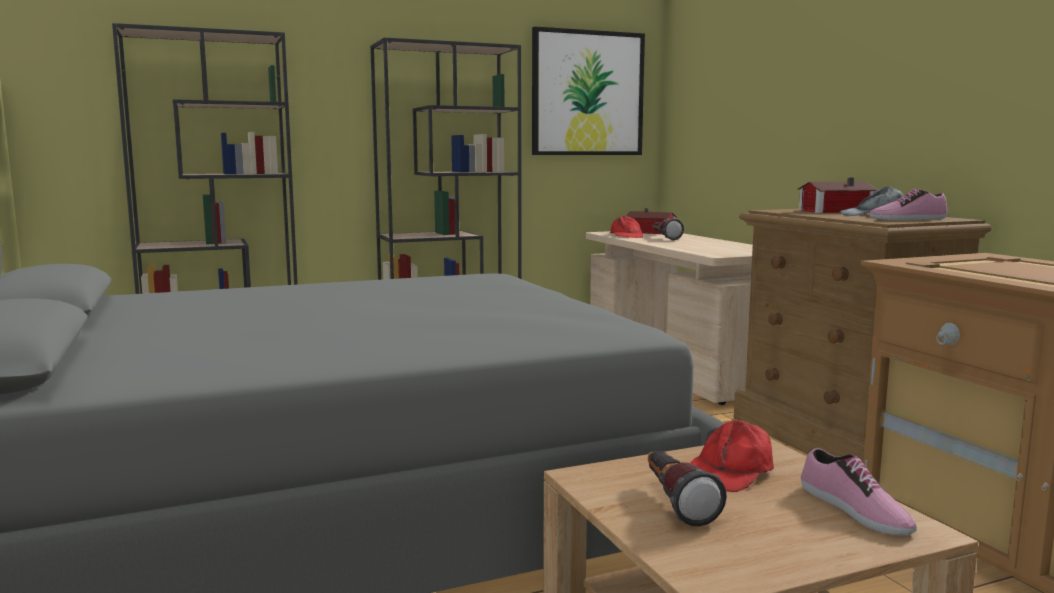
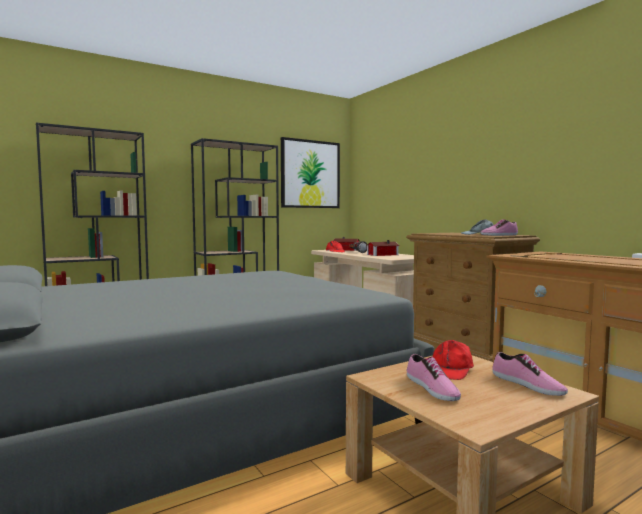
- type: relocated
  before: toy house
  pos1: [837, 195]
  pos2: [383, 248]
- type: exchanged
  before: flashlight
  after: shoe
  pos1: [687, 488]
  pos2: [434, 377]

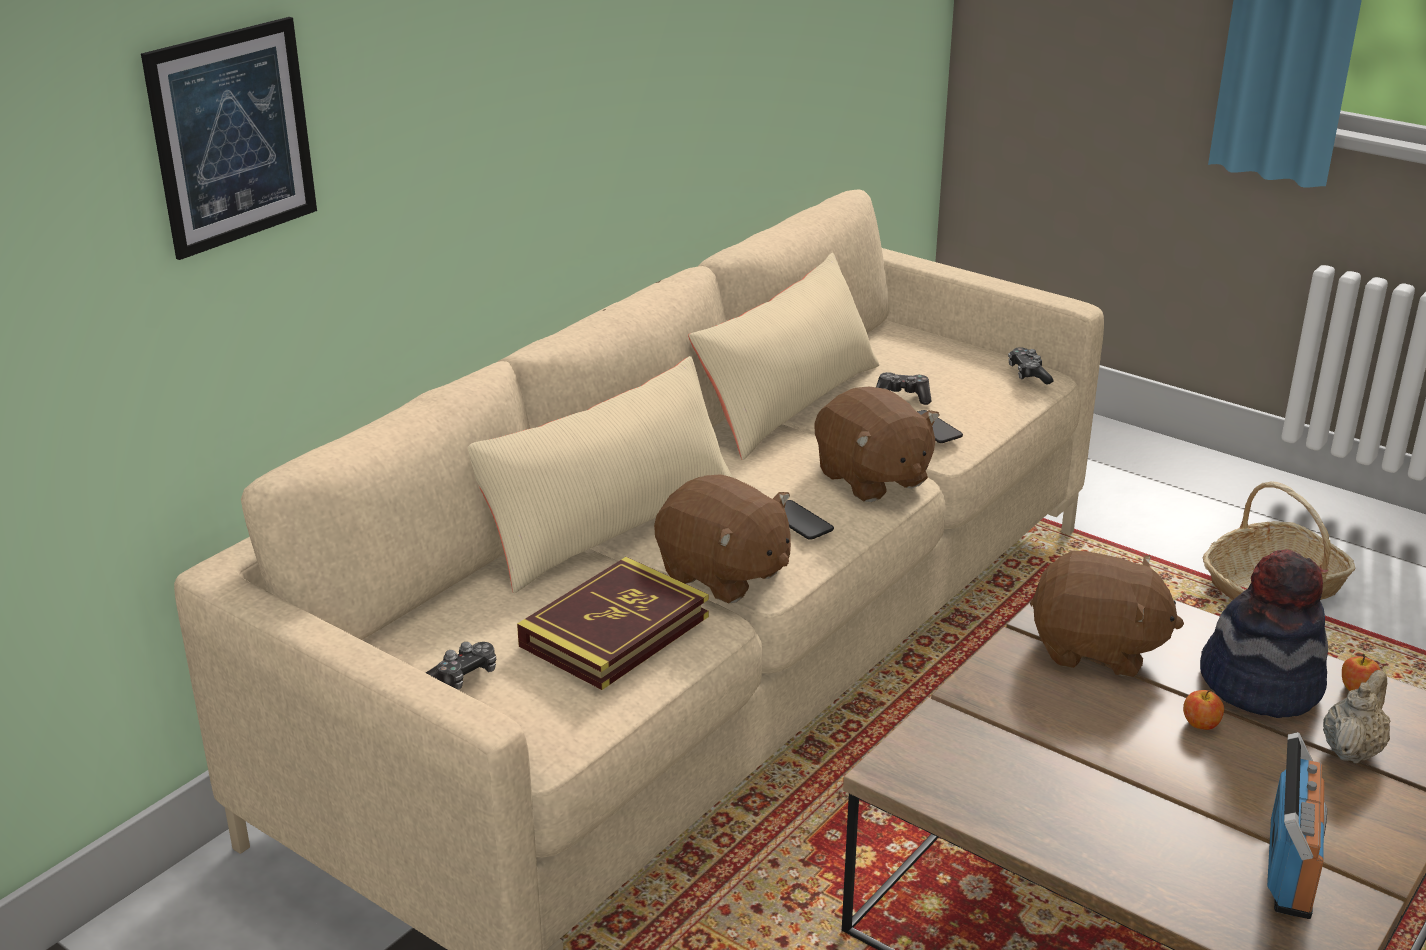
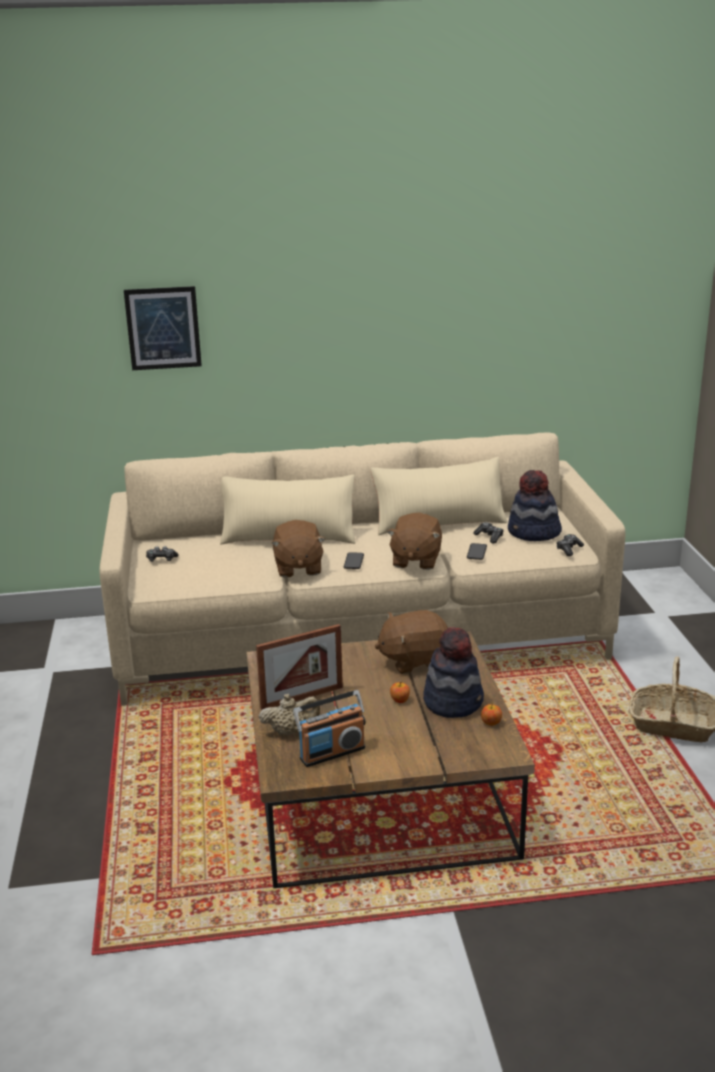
- type: appeared
  after: picture frame
  pos2: [299, 667]
- type: relocated
  before: beige teapot
  pos1: [1356, 717]
  pos2: [289, 714]
- type: spun
  before: brown plush toy
  pos1: [1107, 614]
  pos2: [411, 642]
  turn: 105
- type: appeared
  after: hat
  pos2: [535, 505]
- type: missing
  before: book
  pos1: [613, 623]

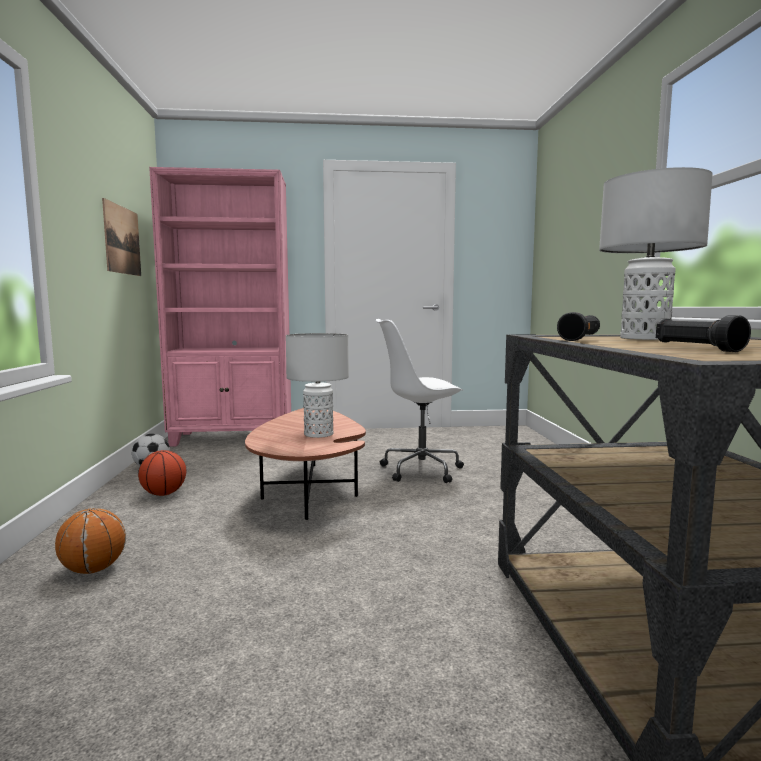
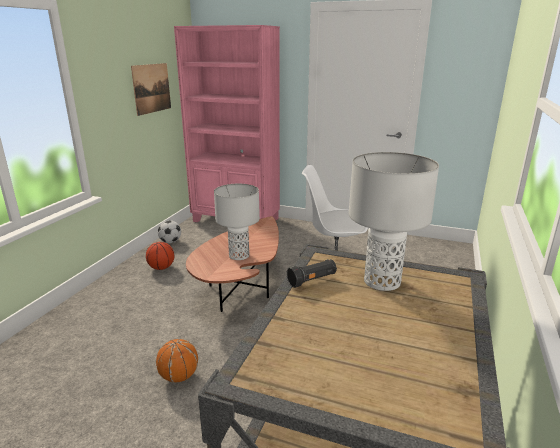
- type: relocated
  before: basketball
  pos1: [90, 541]
  pos2: [177, 361]
- type: missing
  before: black flashlight
  pos1: [703, 333]

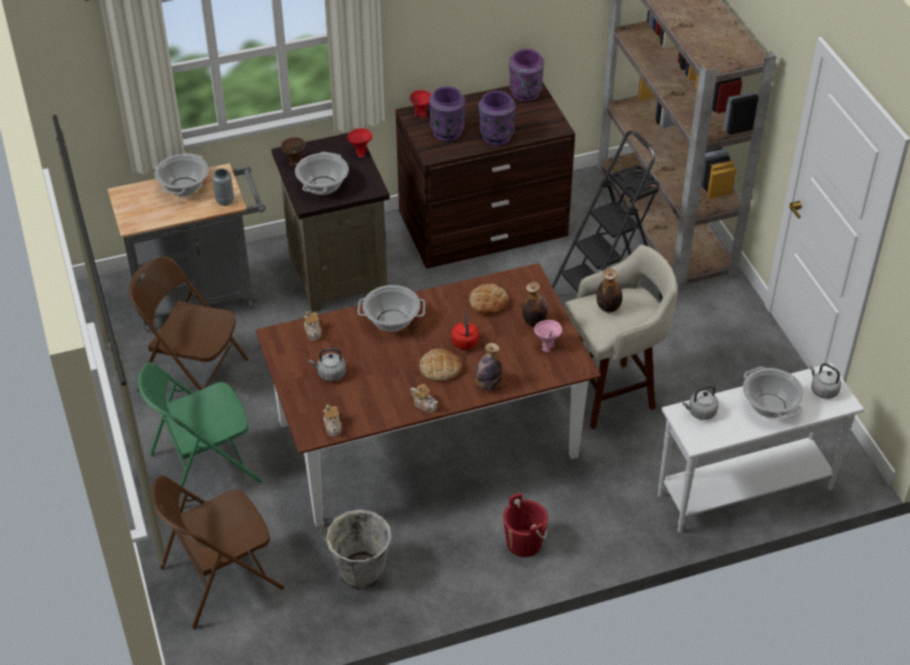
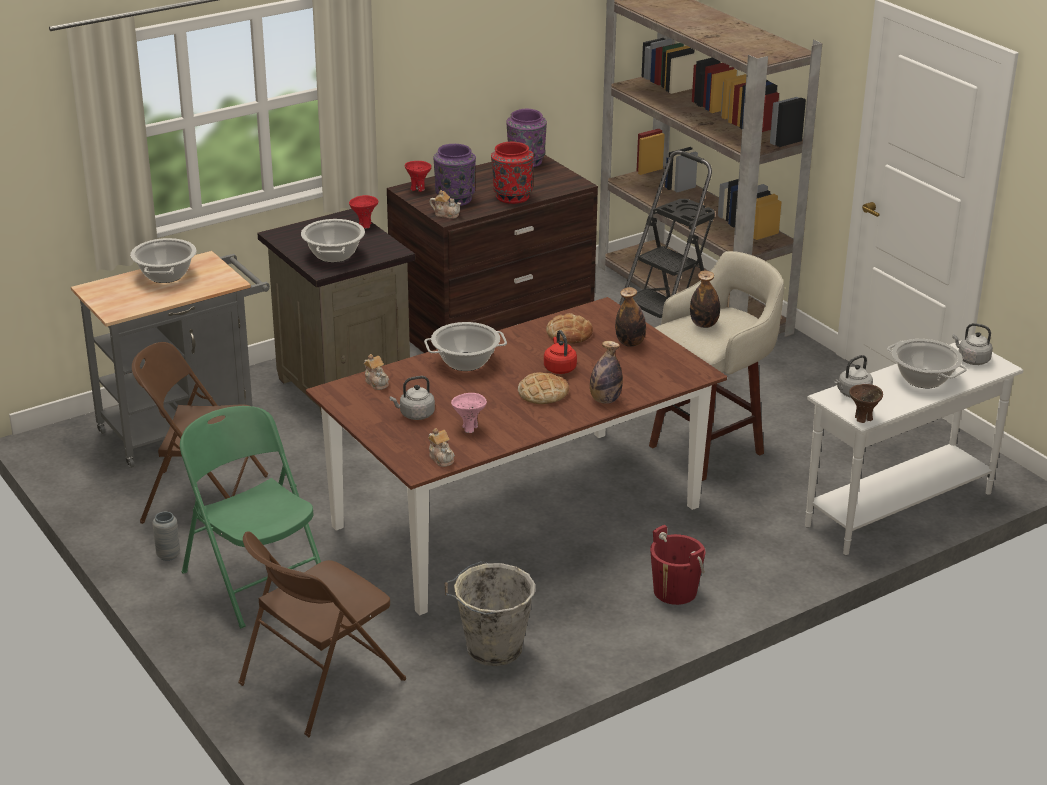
- type: relocated
  before: grey vase
  pos1: [223, 187]
  pos2: [166, 536]
- type: spun
  before: green chair
  pos1: [200, 430]
  pos2: [250, 517]
  turn: 90
- type: relocated
  before: teapot
  pos1: [424, 398]
  pos2: [445, 204]
- type: relocated
  before: pink bowl
  pos1: [548, 336]
  pos2: [469, 413]
- type: colour
  before: purple vase
  after: red vase
  pos1: [497, 118]
  pos2: [512, 173]
- type: relocated
  before: brown bowl
  pos1: [293, 151]
  pos2: [866, 403]

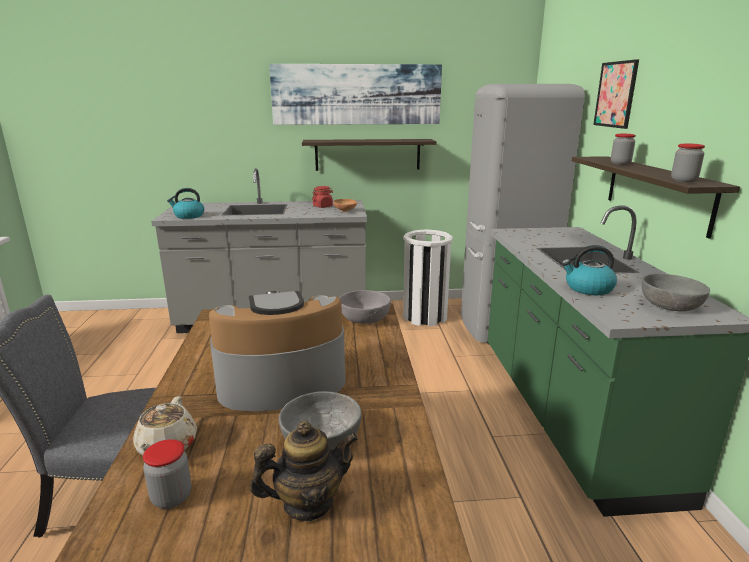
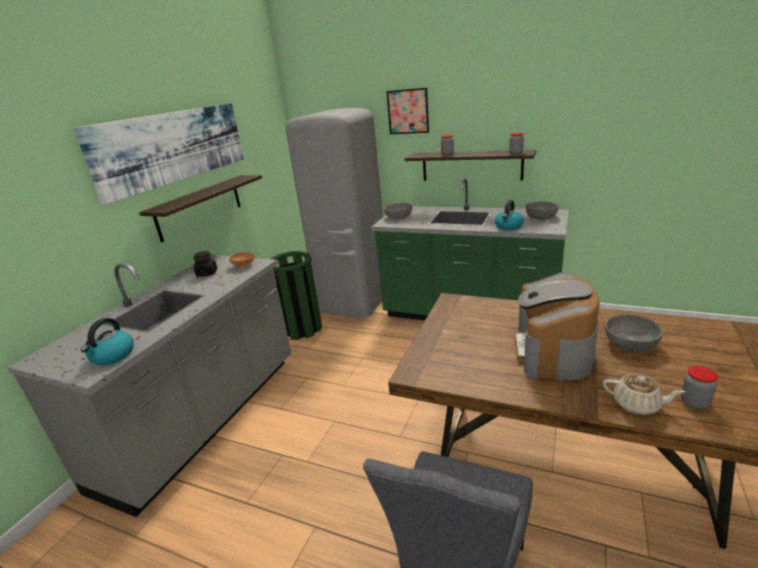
- type: colour
  before: red jar
  after: black jar
  pos1: [322, 197]
  pos2: [206, 264]
- type: colour
  before: white trash can
  after: green trash can
  pos1: [428, 278]
  pos2: [296, 295]
- type: relocated
  before: grey bowl
  pos1: [365, 307]
  pos2: [398, 211]
- type: missing
  before: teapot
  pos1: [304, 471]

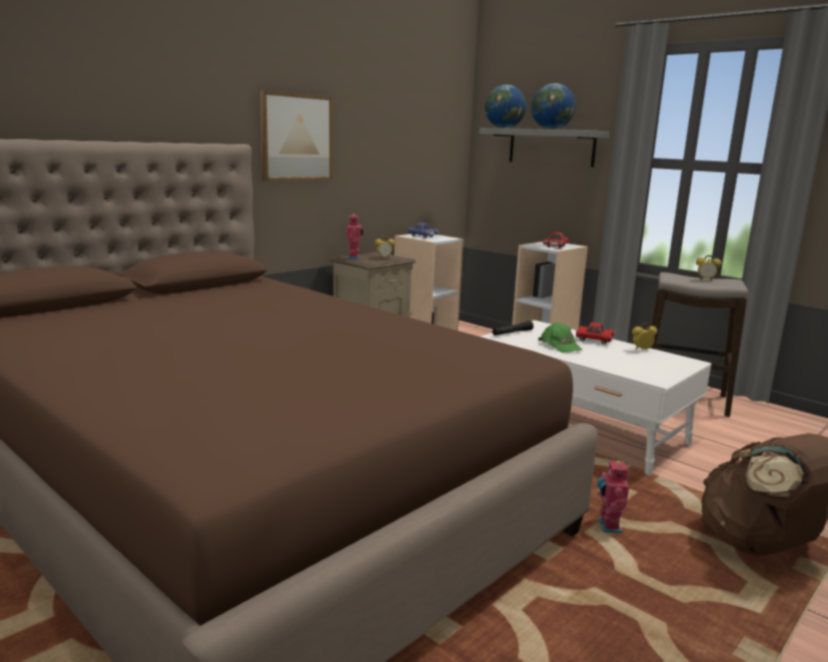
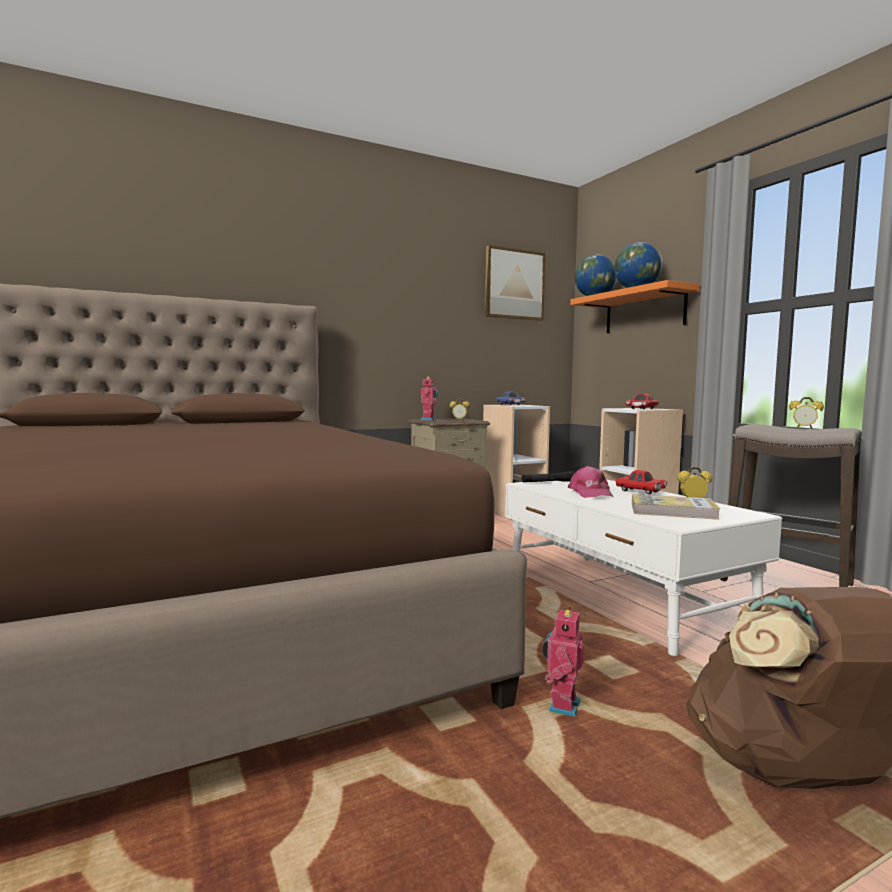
- type: relocated
  before: picture
  pos1: [296, 136]
  pos2: [515, 283]
- type: colour
  before: green cap
  after: pink cap
  pos1: [560, 337]
  pos2: [591, 482]
- type: colour
  before: grey shelf
  after: orange shelf
  pos1: [544, 147]
  pos2: [635, 306]
- type: appeared
  after: book
  pos2: [676, 507]

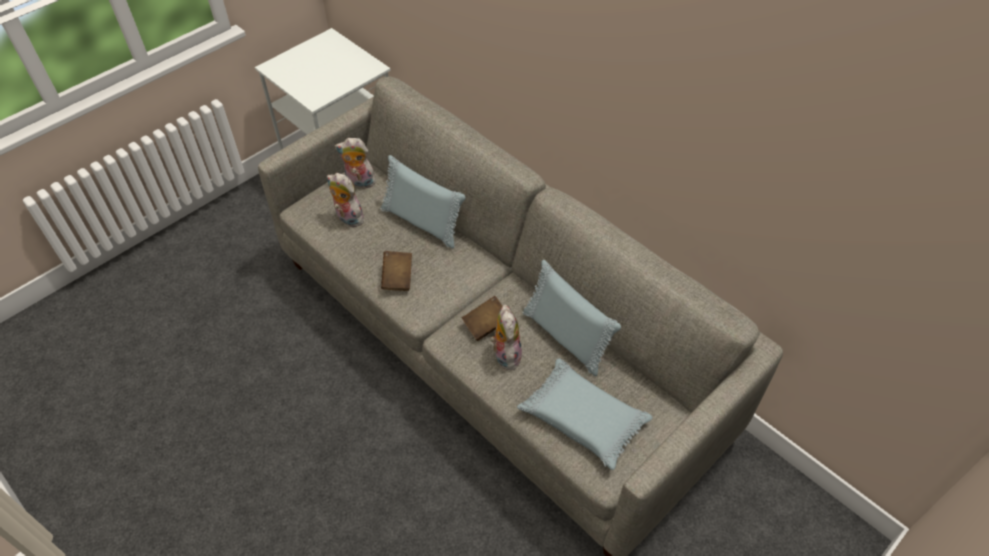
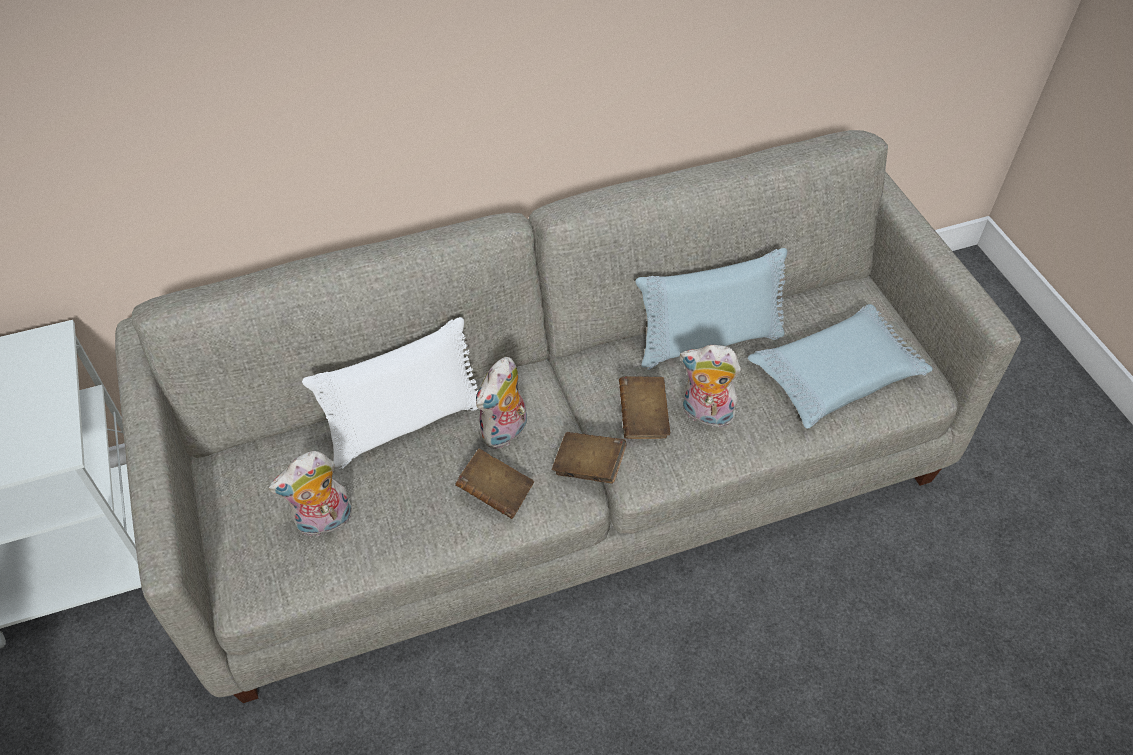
- type: colour
  before: blue pillow
  after: white pillow
  pos1: [423, 201]
  pos2: [390, 393]
- type: relocated
  before: plush toy
  pos1: [355, 163]
  pos2: [501, 403]
- type: appeared
  after: brown book
  pos2: [589, 458]

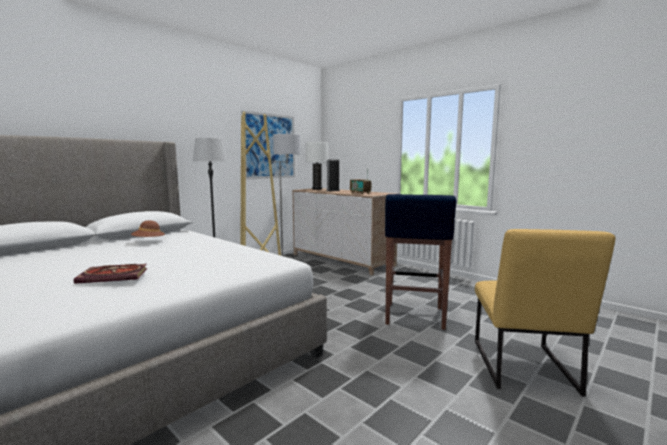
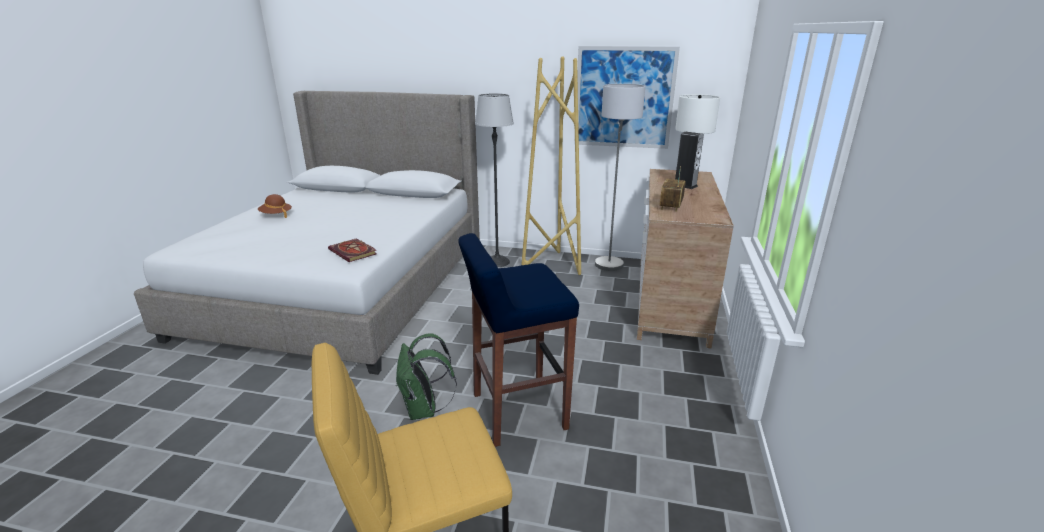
- type: relocated
  before: brown hat
  pos1: [148, 229]
  pos2: [275, 206]
- type: relocated
  before: book
  pos1: [111, 274]
  pos2: [352, 250]
- type: appeared
  after: green backpack
  pos2: [426, 376]

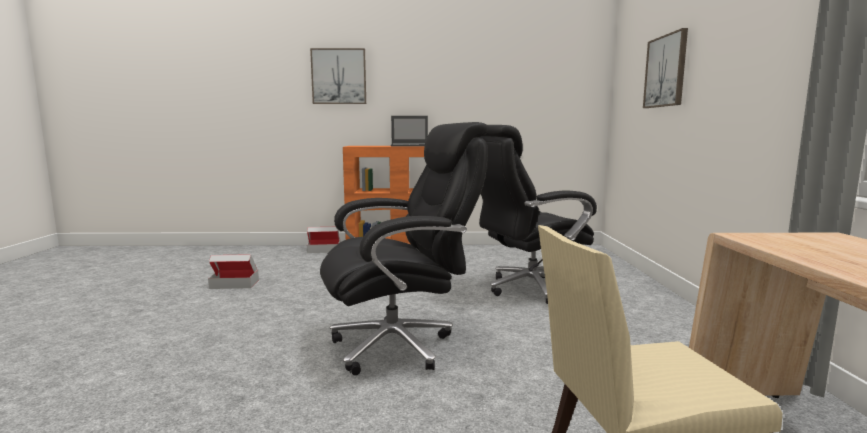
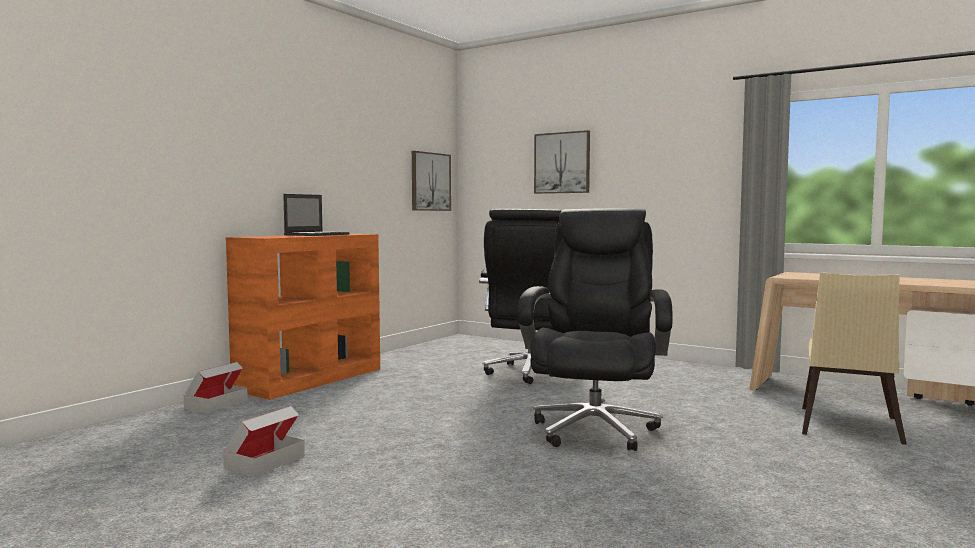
- type: relocated
  before: picture
  pos1: [338, 76]
  pos2: [431, 181]

